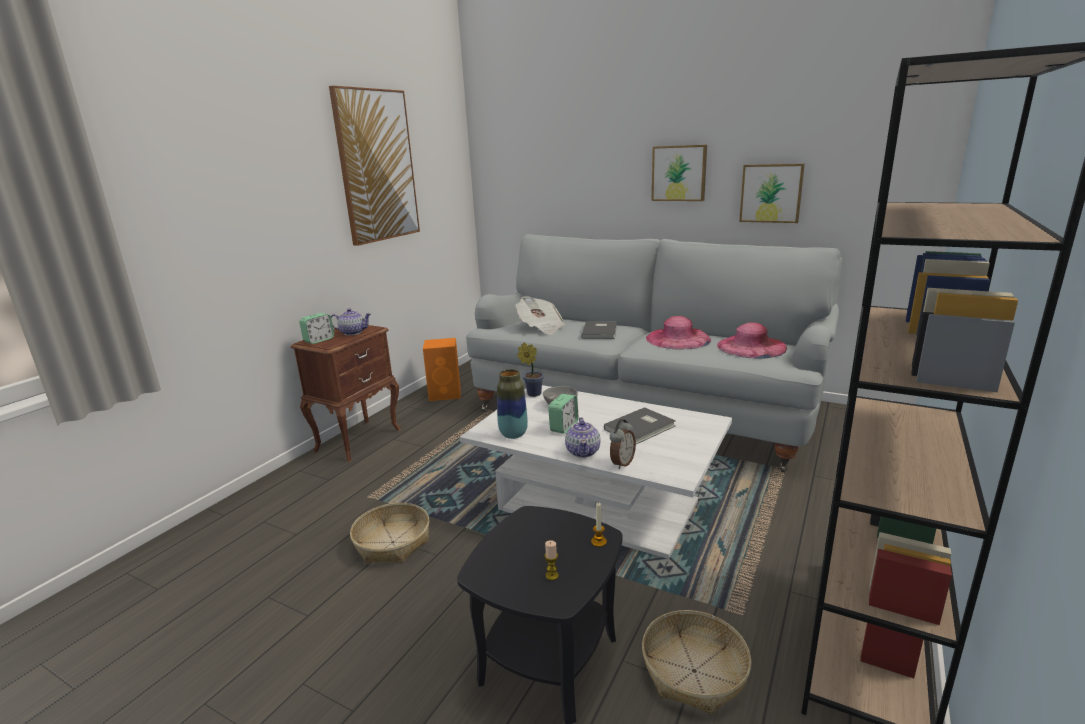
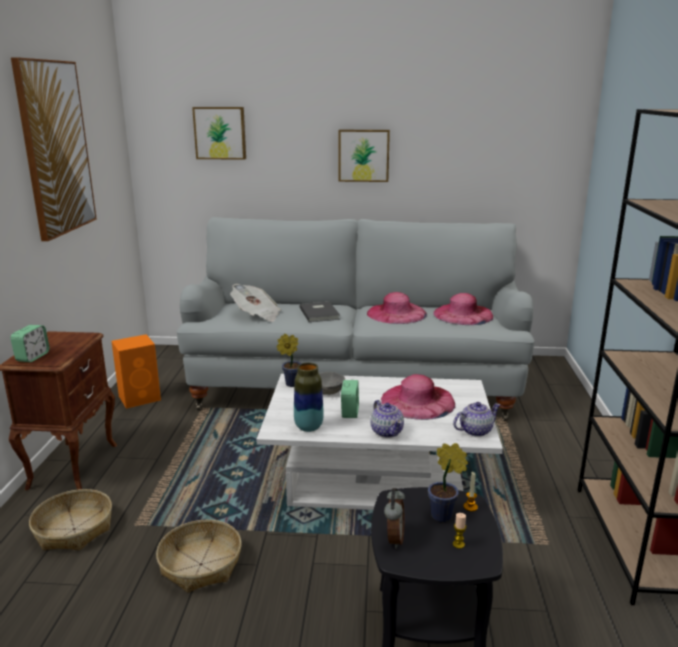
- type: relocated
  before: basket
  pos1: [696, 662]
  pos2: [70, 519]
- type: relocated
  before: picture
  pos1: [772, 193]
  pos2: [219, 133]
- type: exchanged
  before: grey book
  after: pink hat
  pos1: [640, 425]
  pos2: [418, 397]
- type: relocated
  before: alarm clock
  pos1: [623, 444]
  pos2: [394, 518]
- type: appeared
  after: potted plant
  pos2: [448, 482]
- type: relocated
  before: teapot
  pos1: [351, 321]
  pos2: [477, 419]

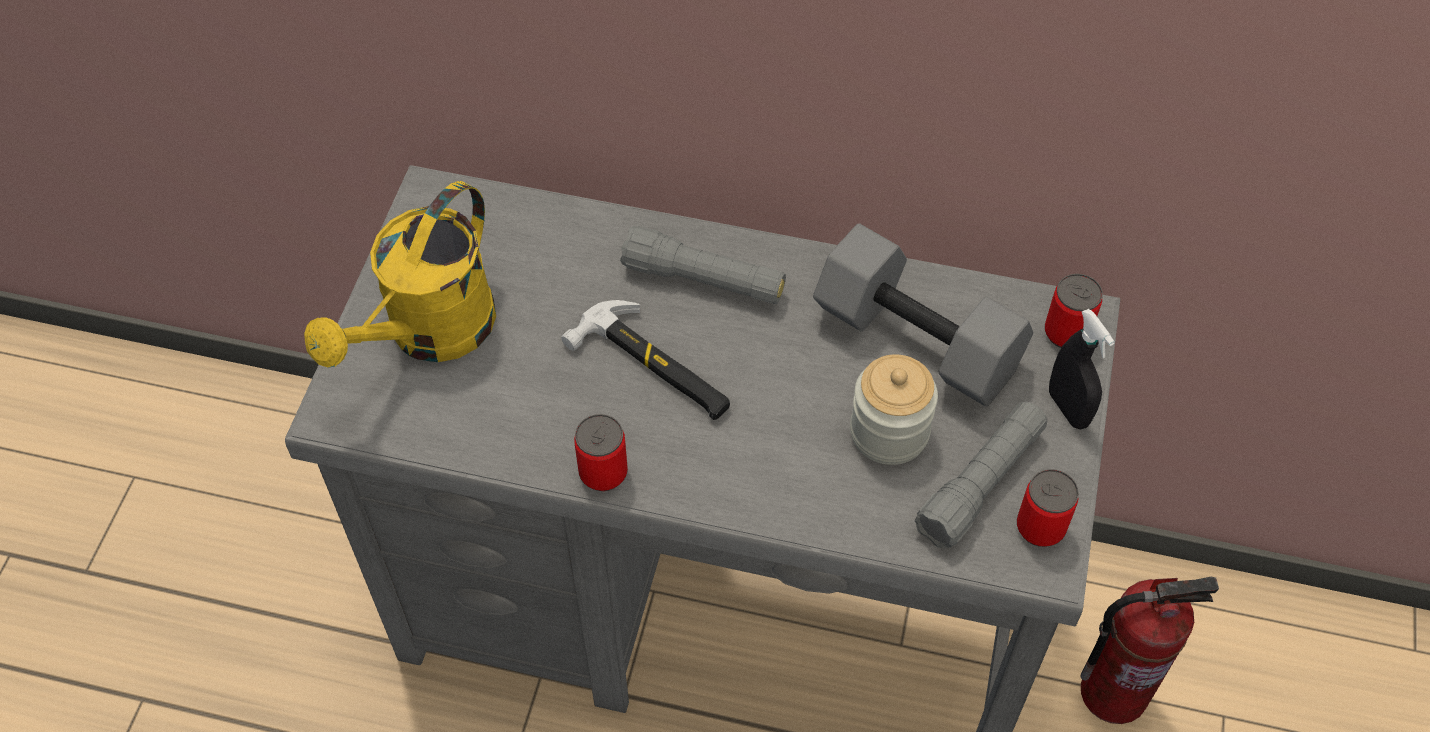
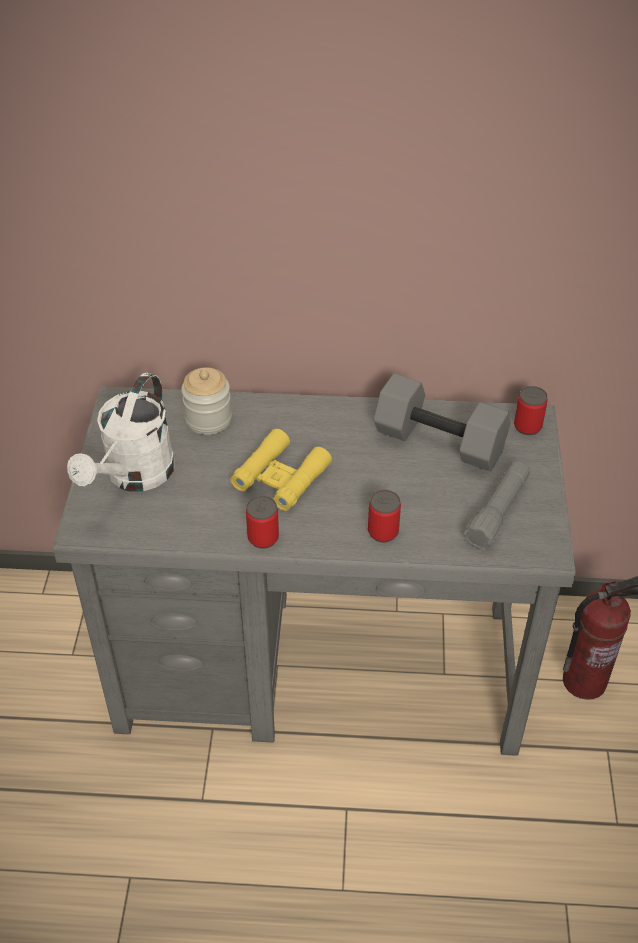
- type: colour
  before: yellow watering can
  after: white watering can
  pos1: [400, 274]
  pos2: [121, 432]
- type: relocated
  before: jar
  pos1: [894, 409]
  pos2: [206, 401]
- type: exchanged
  before: hammer
  after: yellow binoculars
  pos1: [645, 360]
  pos2: [281, 470]
- type: relocated
  before: can
  pos1: [1048, 508]
  pos2: [384, 516]
- type: missing
  before: grey flashlight
  pos1: [703, 265]
- type: missing
  before: black spray bottle
  pos1: [1082, 369]

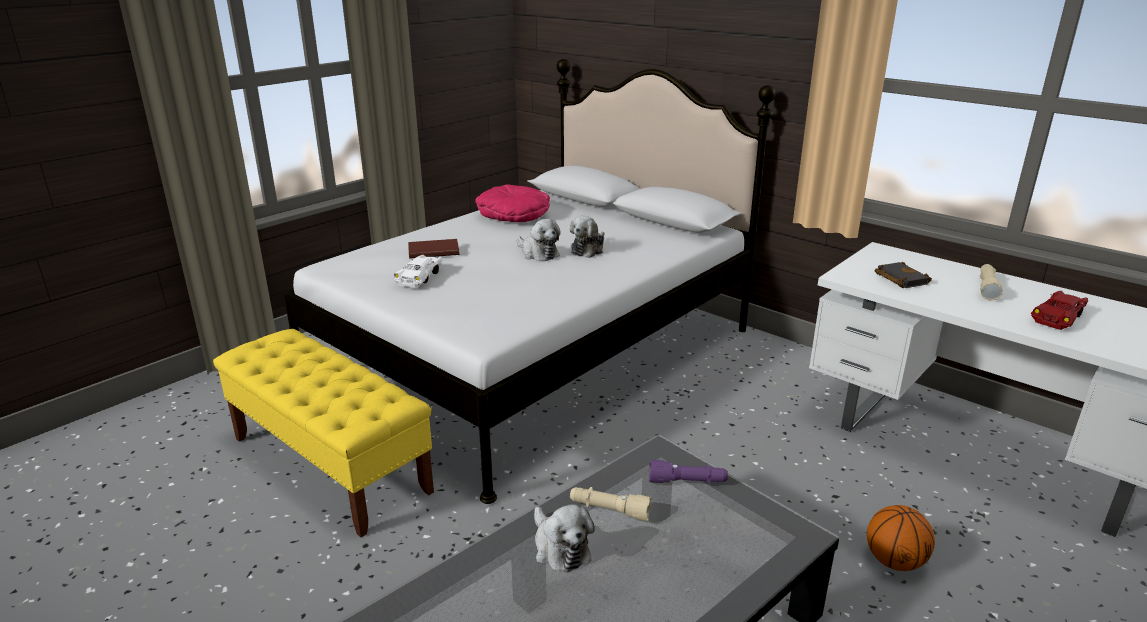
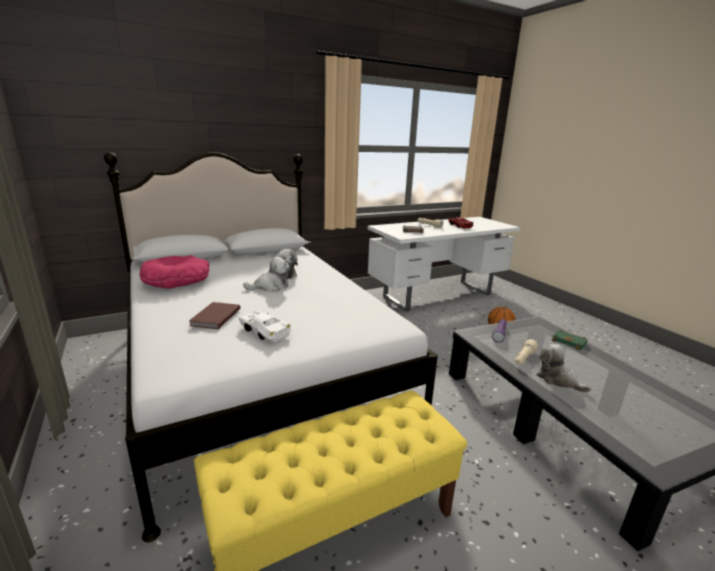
- type: spun
  before: plush toy
  pos1: [564, 538]
  pos2: [563, 368]
  turn: -120
- type: appeared
  after: green book
  pos2: [570, 340]

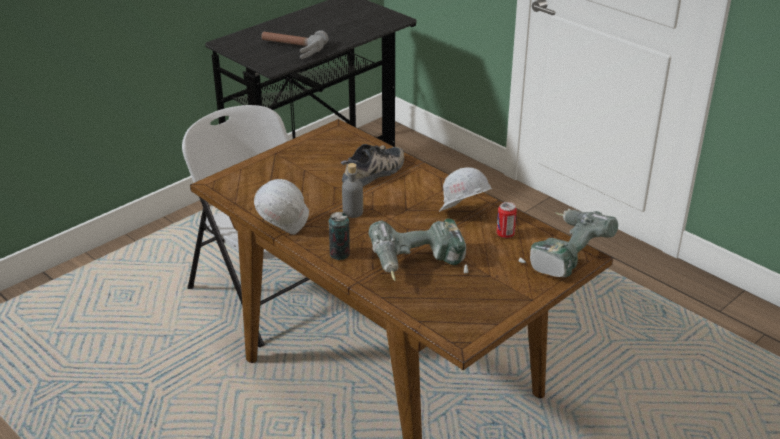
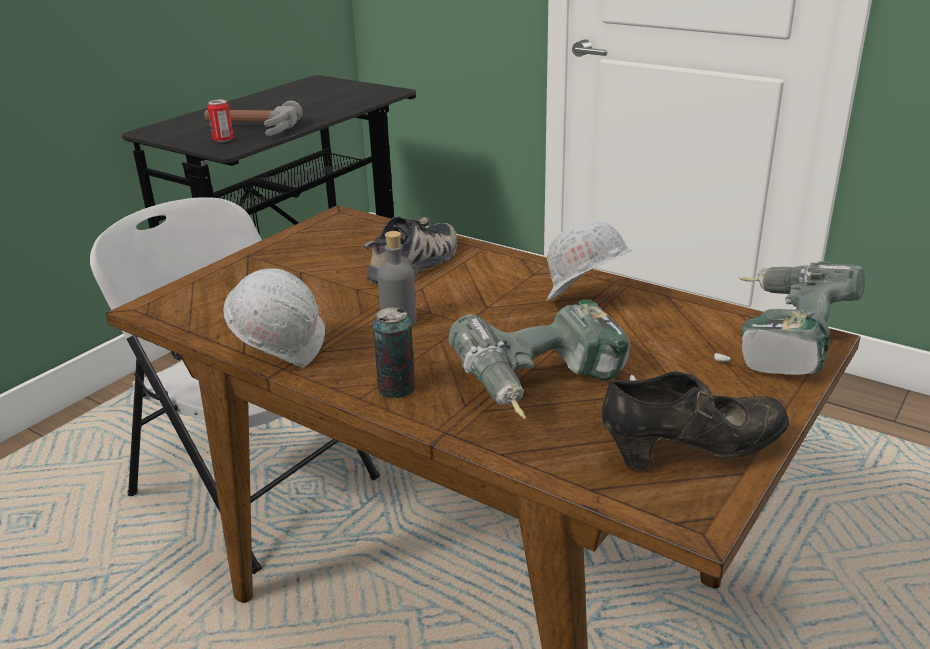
- type: relocated
  before: can
  pos1: [507, 220]
  pos2: [220, 121]
- type: appeared
  after: black shoe
  pos2: [695, 420]

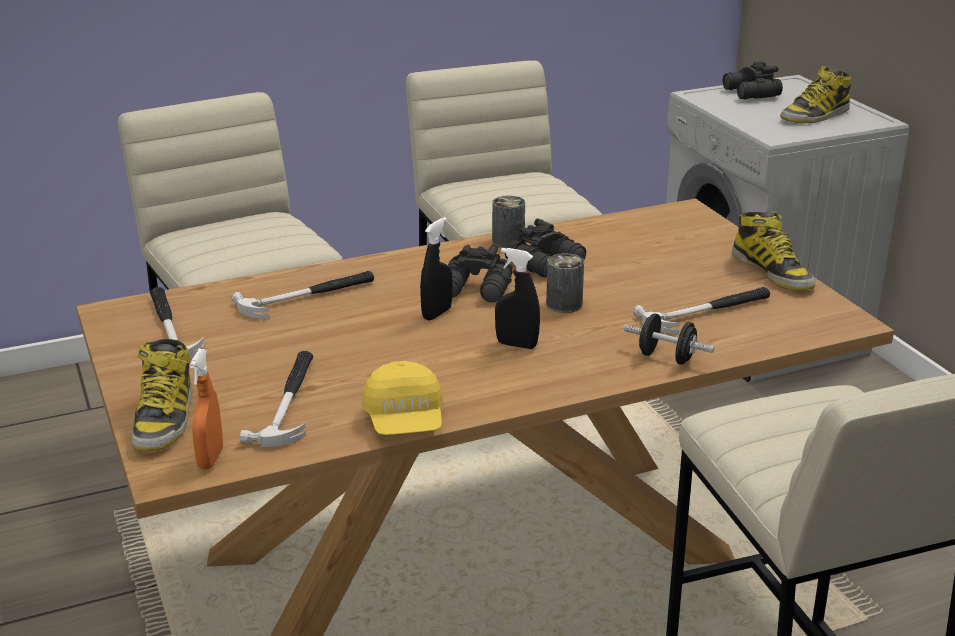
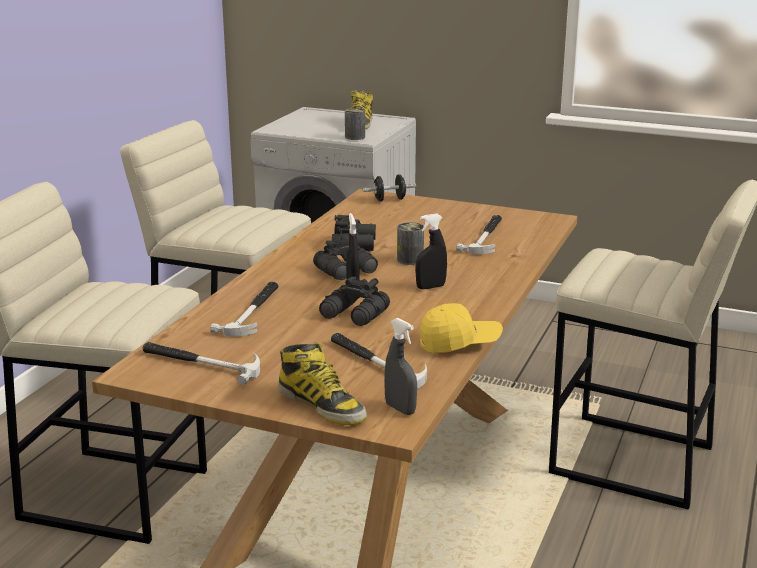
- type: relocated
  before: black binoculars
  pos1: [753, 80]
  pos2: [354, 301]
- type: relocated
  before: can
  pos1: [508, 222]
  pos2: [355, 124]
- type: relocated
  before: black dumbbell
  pos1: [669, 339]
  pos2: [389, 187]
- type: colour
  before: orange spray bottle
  after: grey spray bottle
  pos1: [206, 409]
  pos2: [400, 366]
- type: spun
  before: yellow cap
  pos1: [403, 398]
  pos2: [461, 328]
  turn: -45
- type: missing
  before: boot
  pos1: [773, 251]

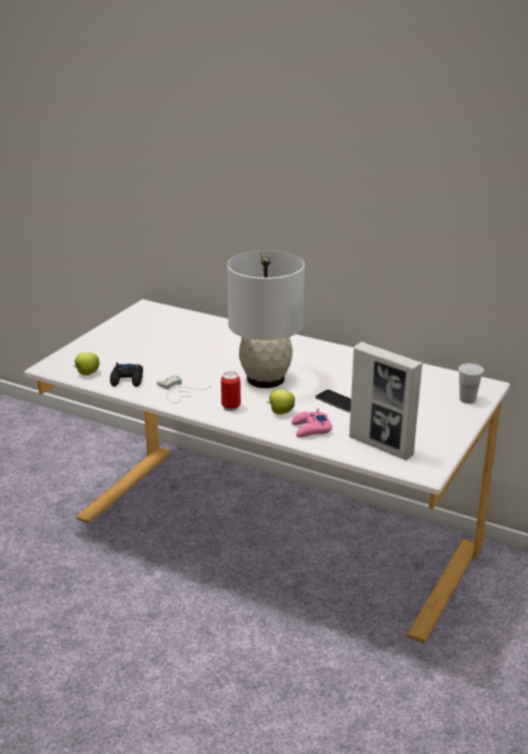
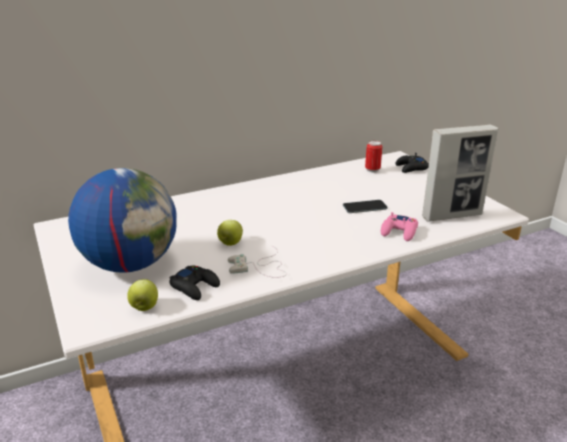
- type: appeared
  after: globe
  pos2: [122, 220]
- type: relocated
  before: apple
  pos1: [281, 402]
  pos2: [230, 233]
- type: relocated
  before: can
  pos1: [231, 391]
  pos2: [373, 157]
- type: exchanged
  before: white cup
  after: black game controller
  pos1: [471, 383]
  pos2: [412, 163]
- type: missing
  before: white table lamp
  pos1: [266, 319]

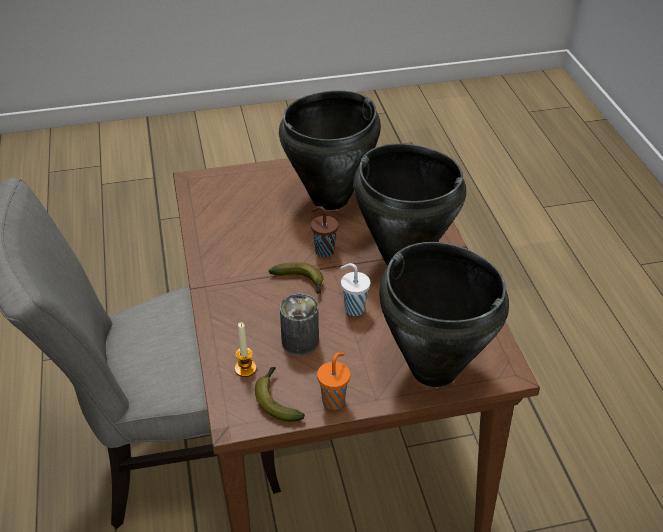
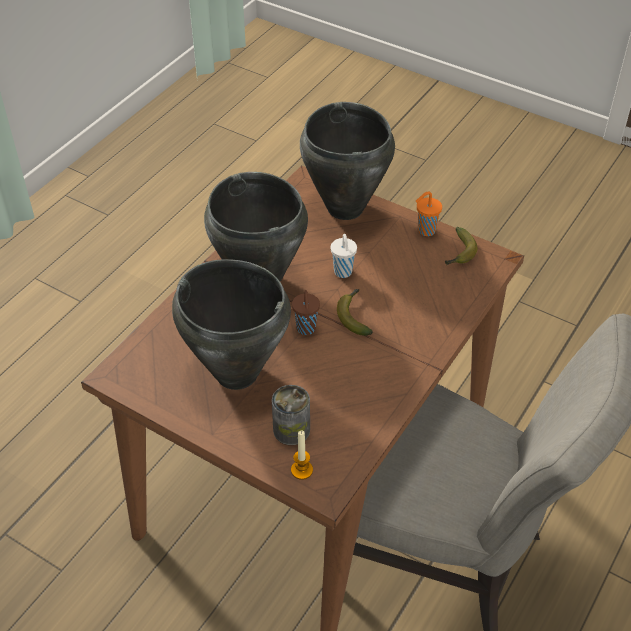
- type: relocated
  before: can
  pos1: [299, 325]
  pos2: [291, 415]
- type: relocated
  before: candle
  pos1: [245, 349]
  pos2: [302, 455]

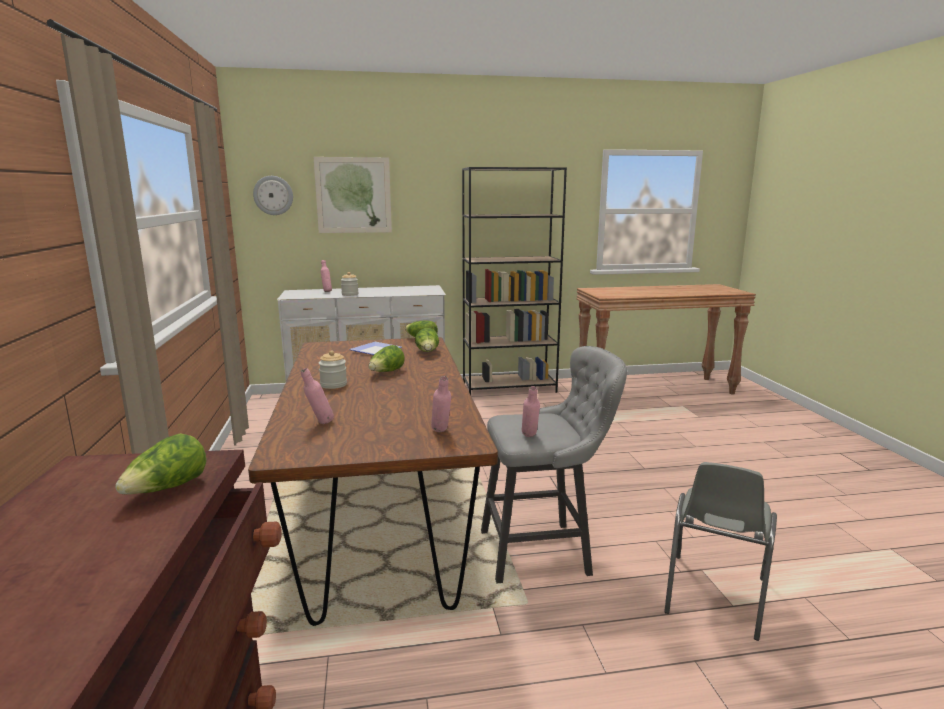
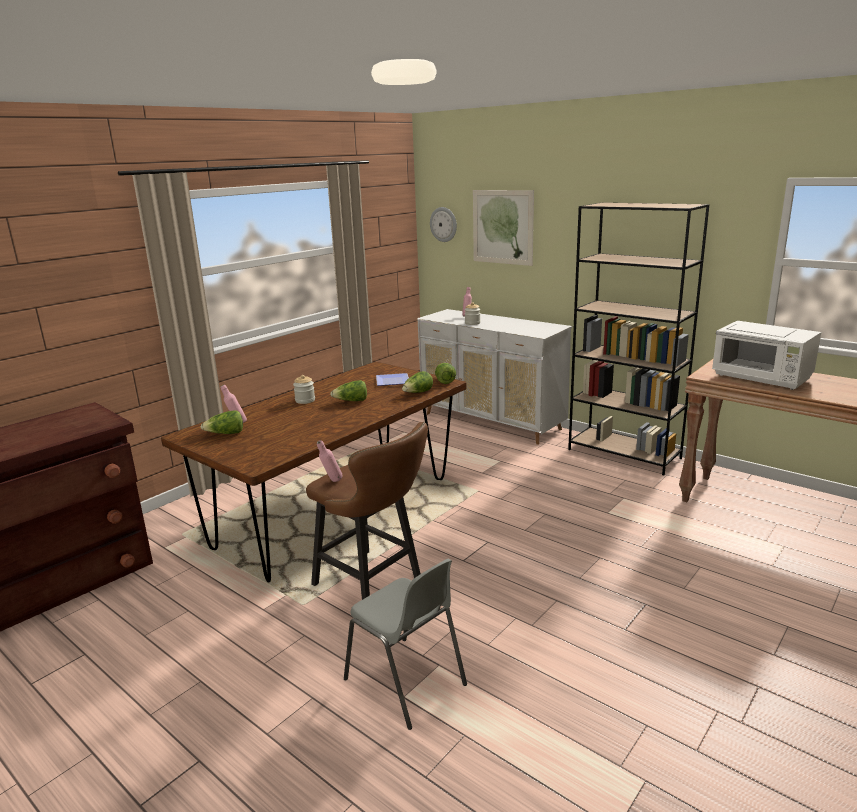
- type: relocated
  before: lettuce
  pos1: [161, 463]
  pos2: [222, 422]
- type: colour
  before: grey stool
  after: brown stool
  pos1: [554, 464]
  pos2: [367, 511]
- type: spun
  before: grey chair
  pos1: [720, 551]
  pos2: [405, 644]
  turn: -120
- type: appeared
  after: white microwave
  pos2: [766, 355]
- type: missing
  before: pink bottle
  pos1: [441, 404]

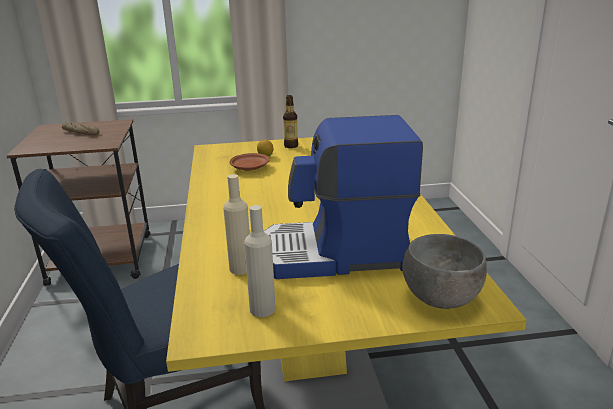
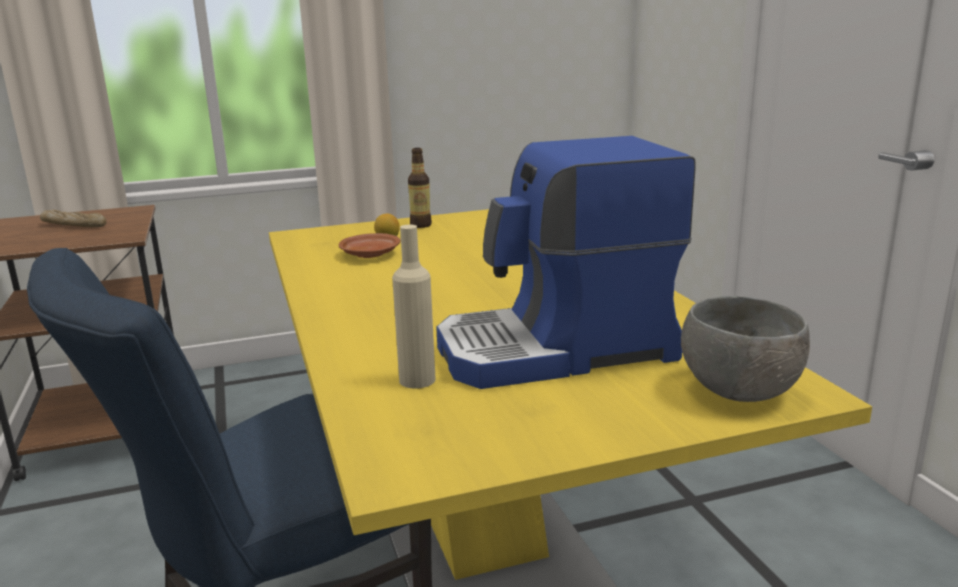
- type: missing
  before: beige bottle
  pos1: [260, 261]

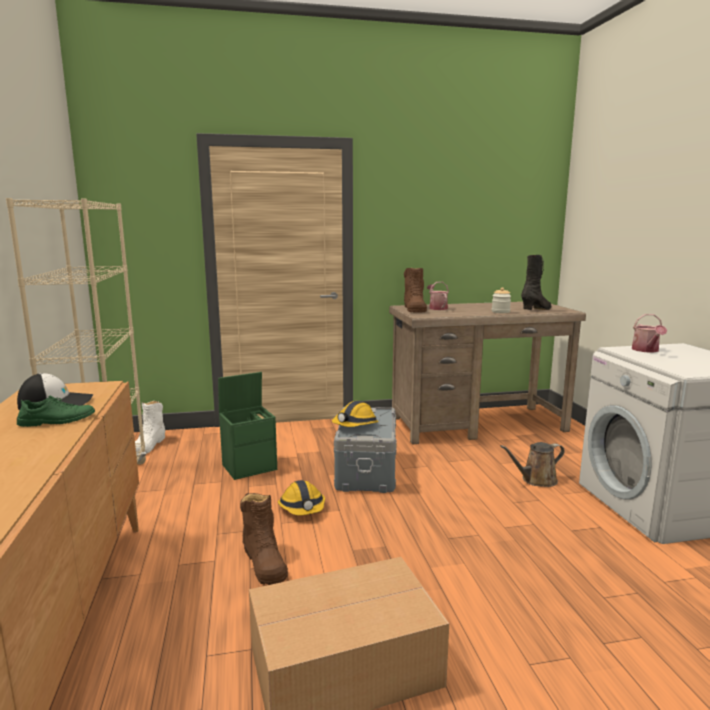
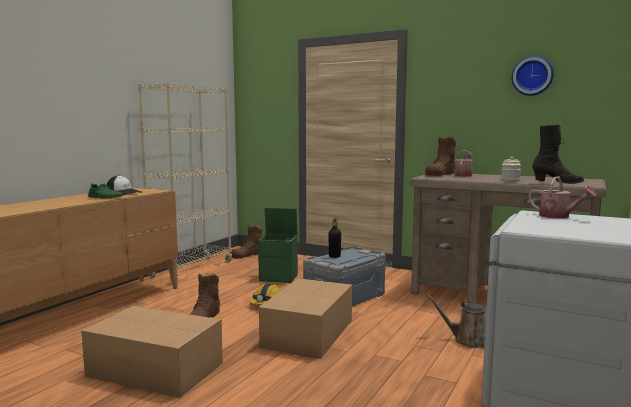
- type: colour
  before: white boot
  after: brown boot
  pos1: [150, 427]
  pos2: [246, 241]
- type: appeared
  after: cardboard box
  pos2: [305, 318]
- type: exchanged
  before: hard hat
  after: black bottle
  pos1: [355, 414]
  pos2: [335, 238]
- type: appeared
  after: wall clock
  pos2: [532, 76]
- type: spun
  before: watering can
  pos1: [649, 333]
  pos2: [562, 198]
  turn: -90

